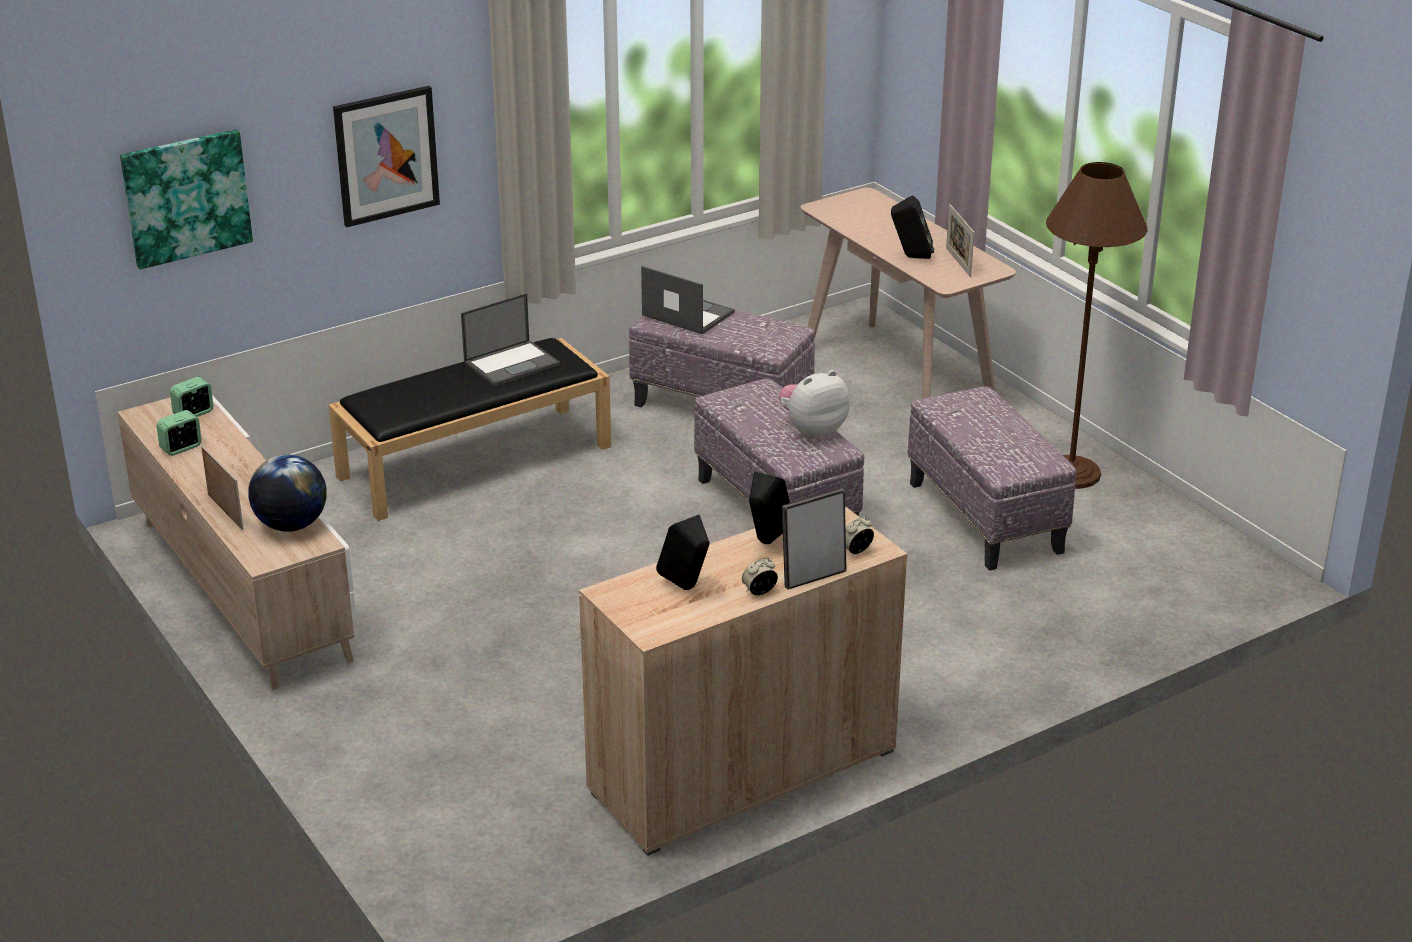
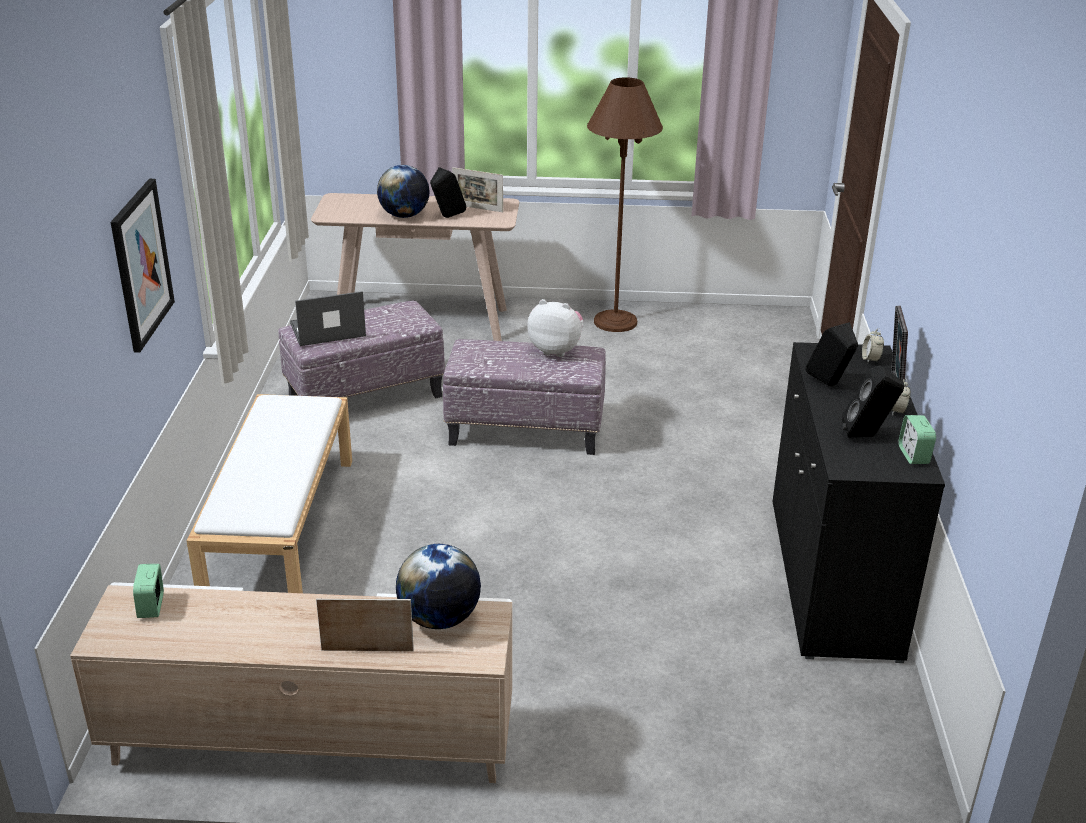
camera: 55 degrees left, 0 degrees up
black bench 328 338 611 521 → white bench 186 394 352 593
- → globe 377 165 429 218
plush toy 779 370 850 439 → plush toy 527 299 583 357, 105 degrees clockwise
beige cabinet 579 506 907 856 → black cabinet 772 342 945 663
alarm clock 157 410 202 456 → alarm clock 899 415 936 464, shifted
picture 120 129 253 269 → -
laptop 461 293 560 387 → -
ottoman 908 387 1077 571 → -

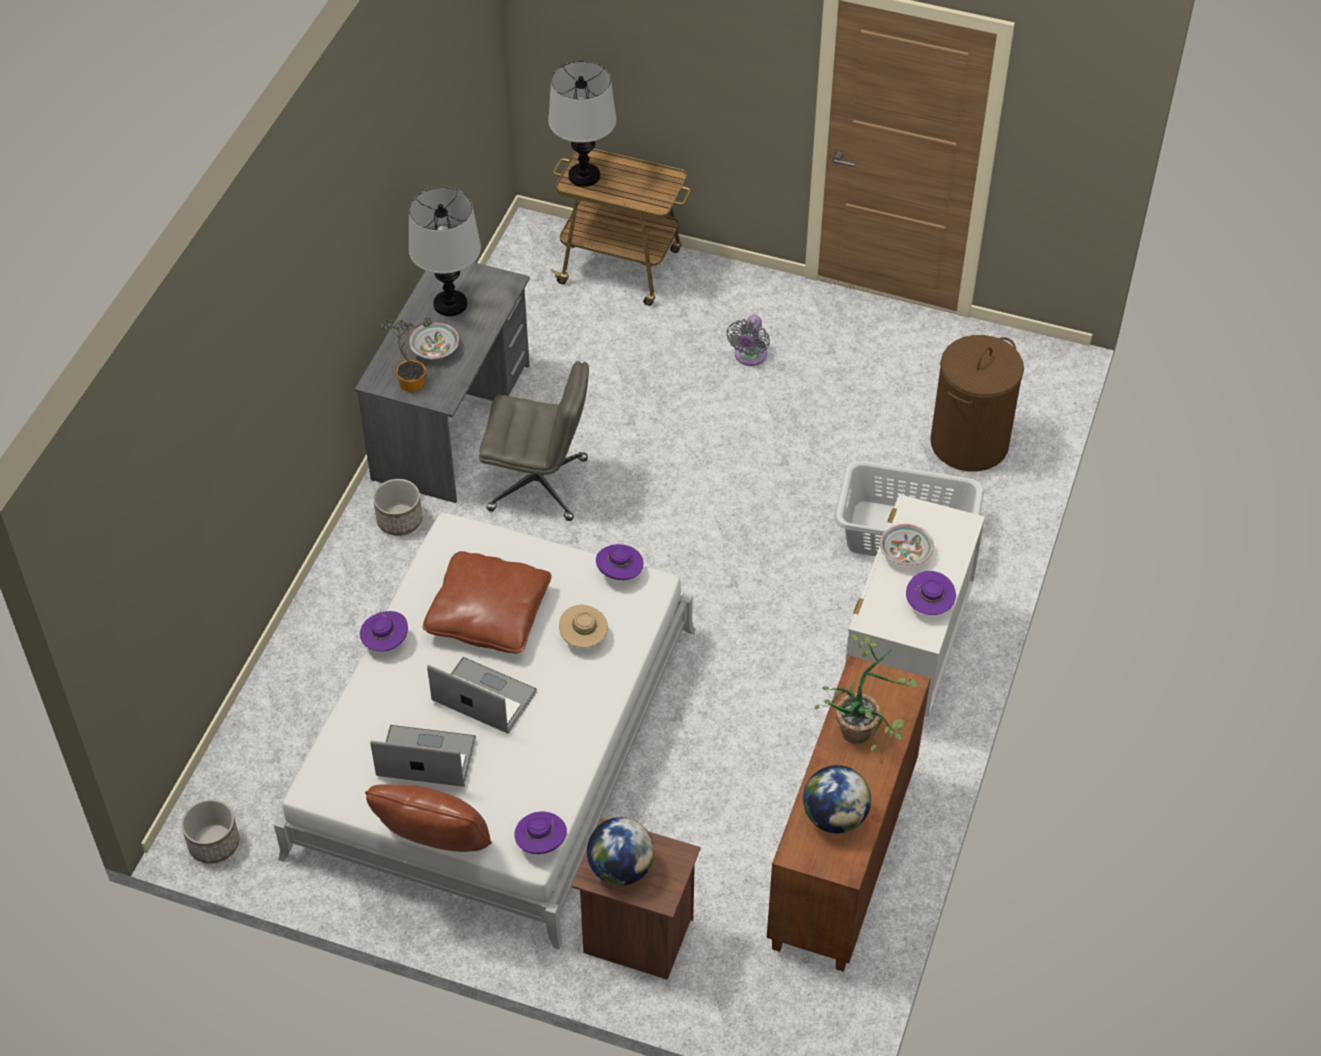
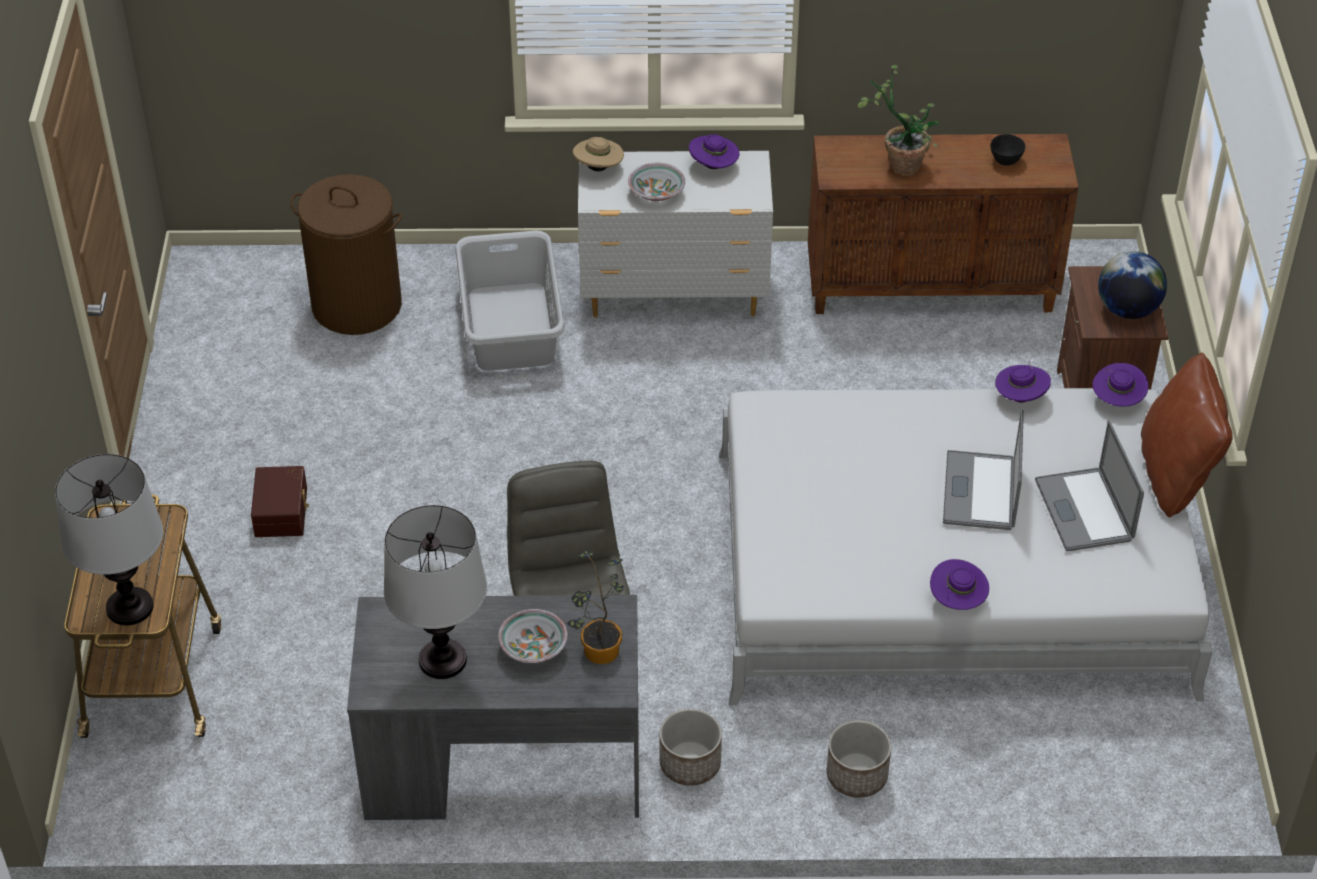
camera: 110 degrees left, 5 degrees down
grey fan 726 315 770 366 → brown storage box 251 466 309 537
beige hat 559 605 608 648 → beige hat 573 137 624 171, shifted
planter 181 799 239 864 → planter 827 720 891 798, shifted
globe 803 765 871 834 → black bowl 990 134 1026 166
purple hat 596 544 644 580 → purple hat 995 361 1051 402, shifted
brown pillow 423 551 552 653 → -

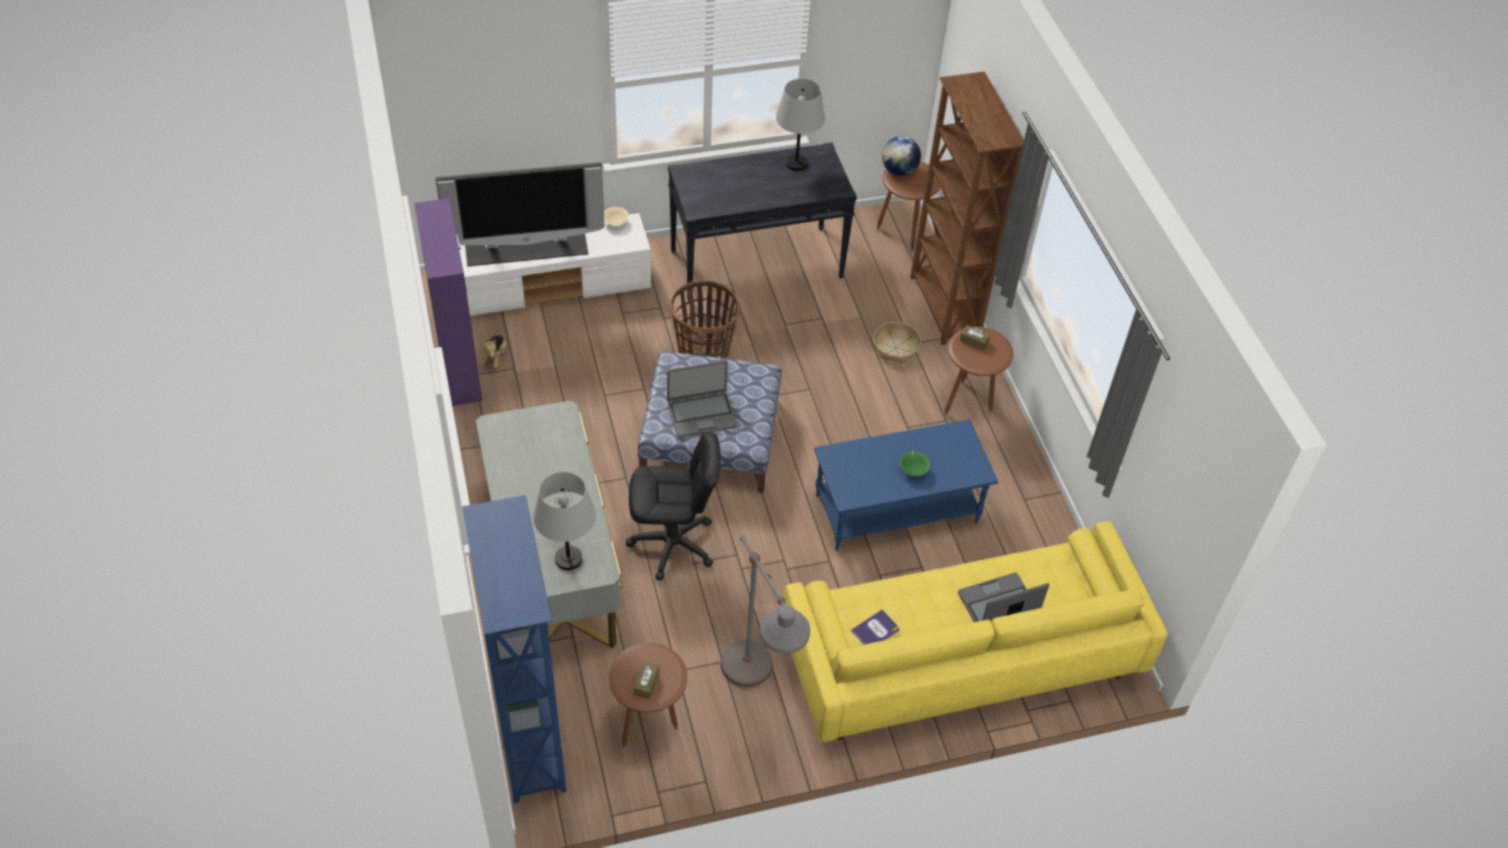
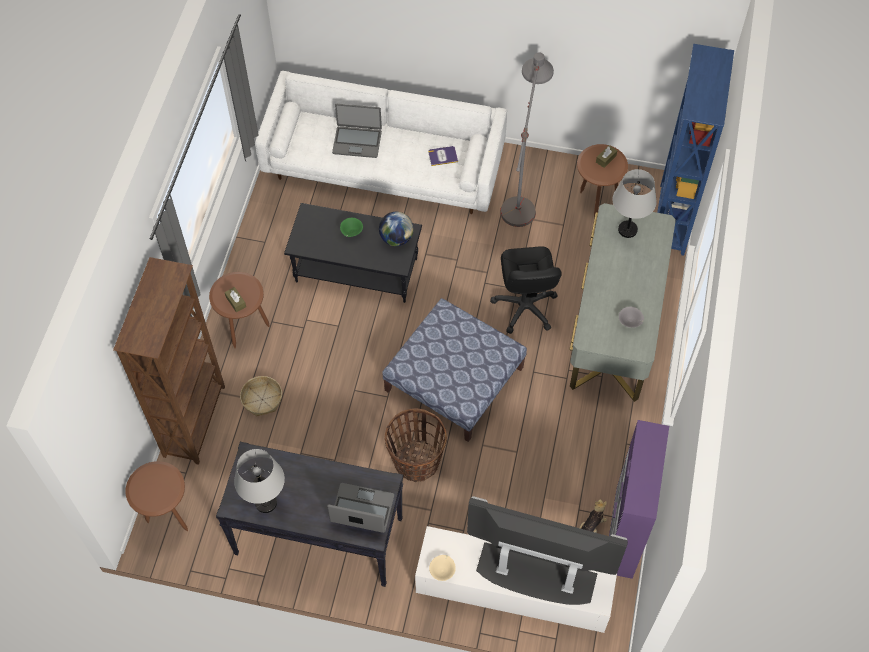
camera: 150 degrees left, 10 degrees up
yellow sofa 784 521 1168 742 → white sofa 255 71 507 214
blue coffee table 814 419 998 551 → black coffee table 284 203 422 303
laptop 667 360 737 438 → laptop 327 483 394 533, shifted
globe 882 136 921 176 → globe 379 212 414 246, shifted
black office chair 626 432 721 581 → black office chair 490 246 562 334, 120 degrees counterclockwise
- → grey bowl 619 306 644 328

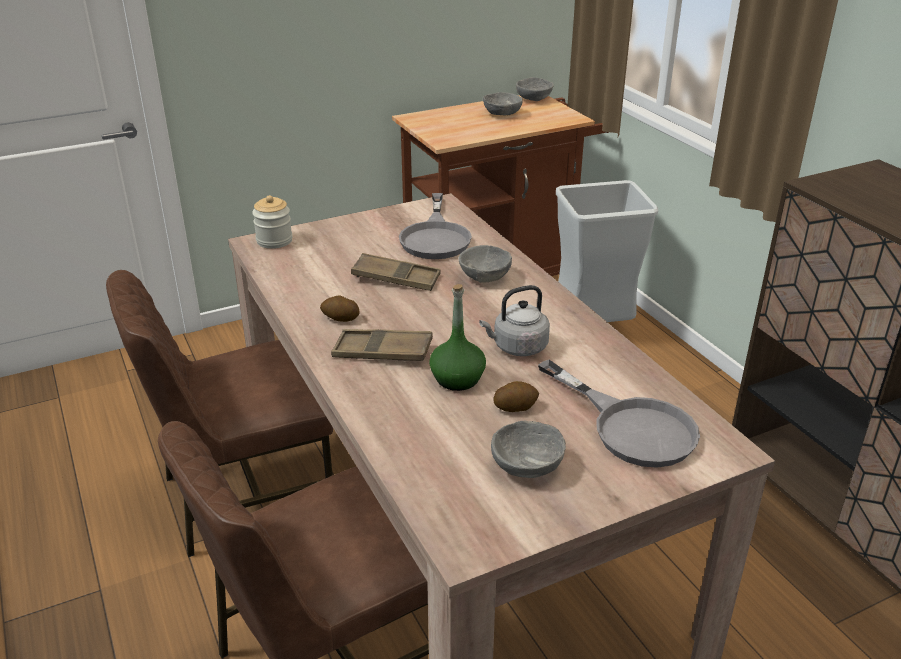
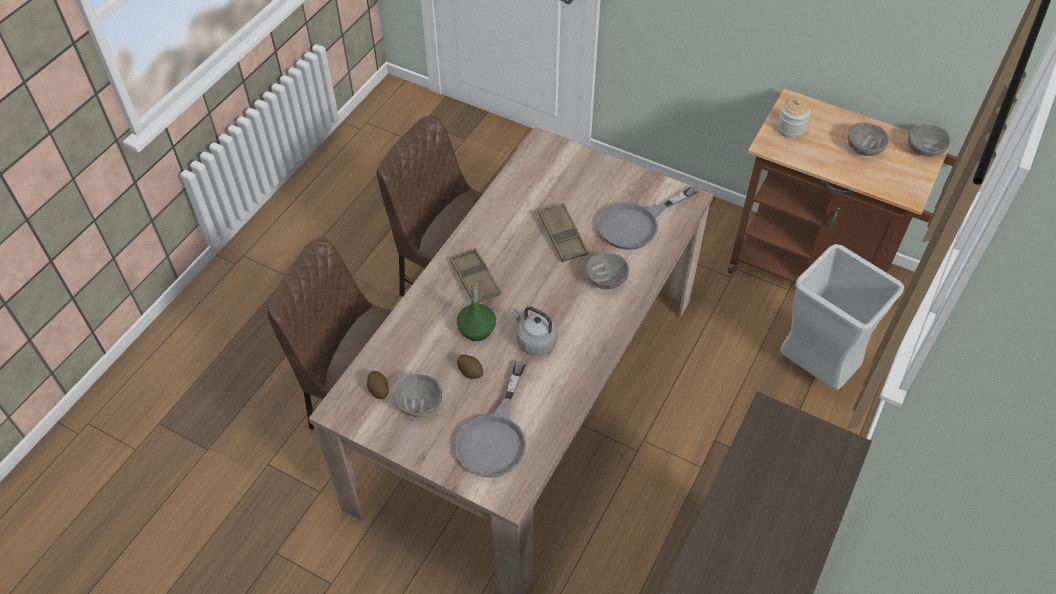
camera: 55 degrees right, 20 degrees up
potato 320 295 360 322 → potato 367 371 389 399, shifted
jar 252 195 292 249 → jar 777 97 811 138, shifted

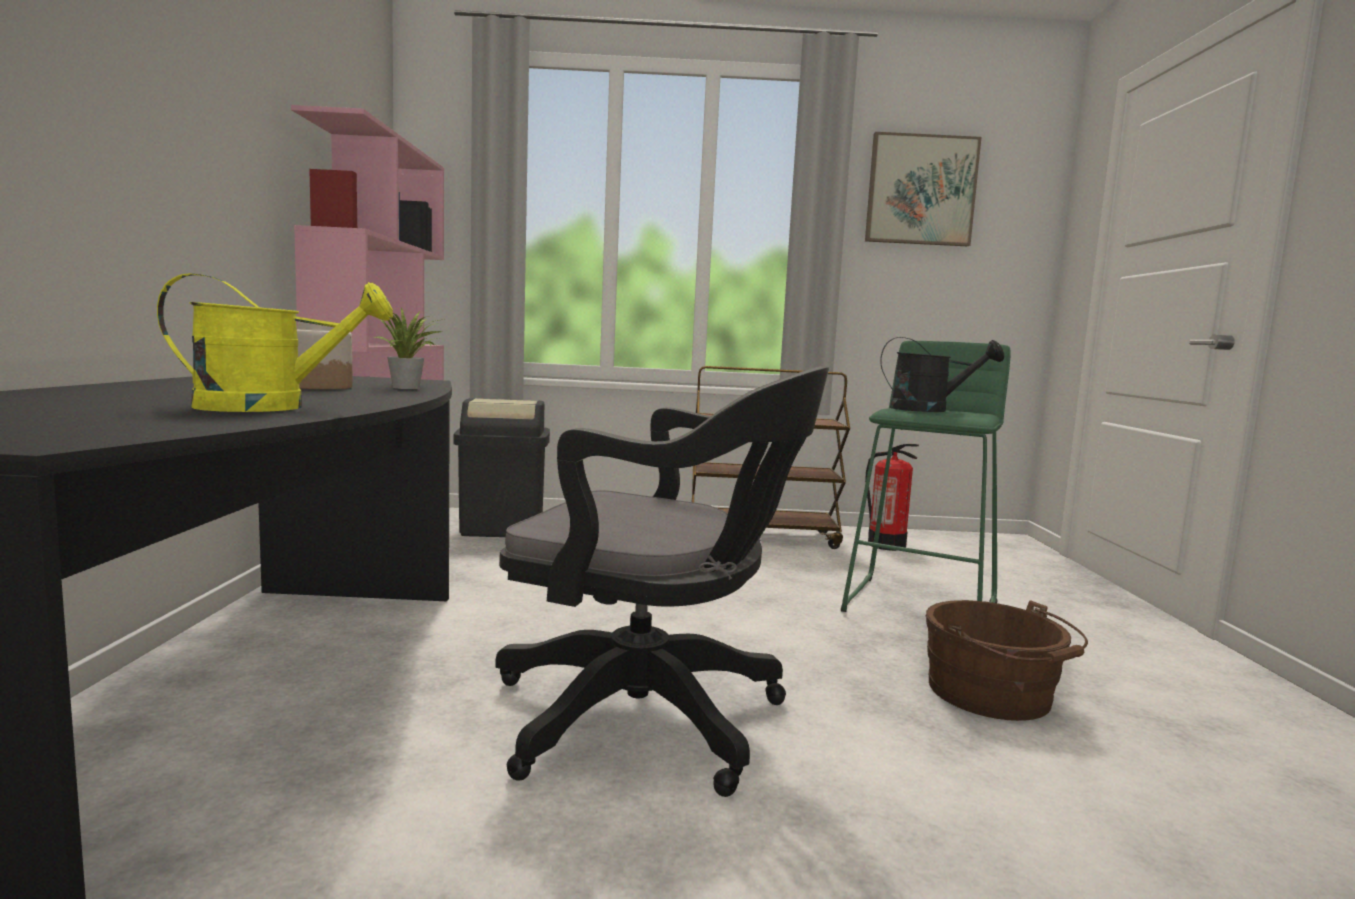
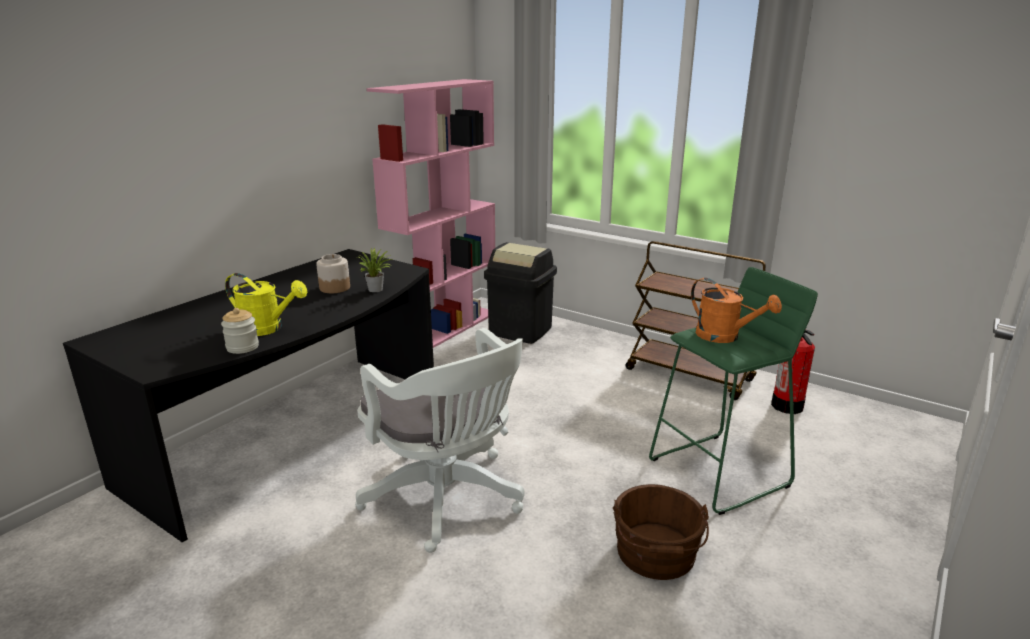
camera: 35 degrees right, 15 degrees up
- → jar 221 308 259 354
black office chair 495 366 829 797 → white office chair 355 328 525 553
black watering can 880 337 1004 412 → orange watering can 691 278 782 343
picture 865 132 982 246 → -

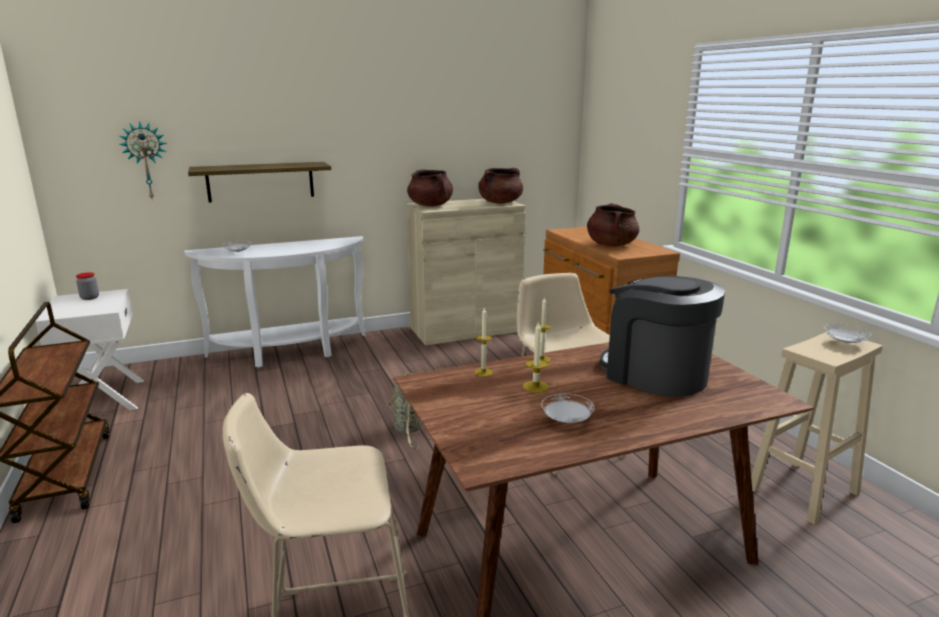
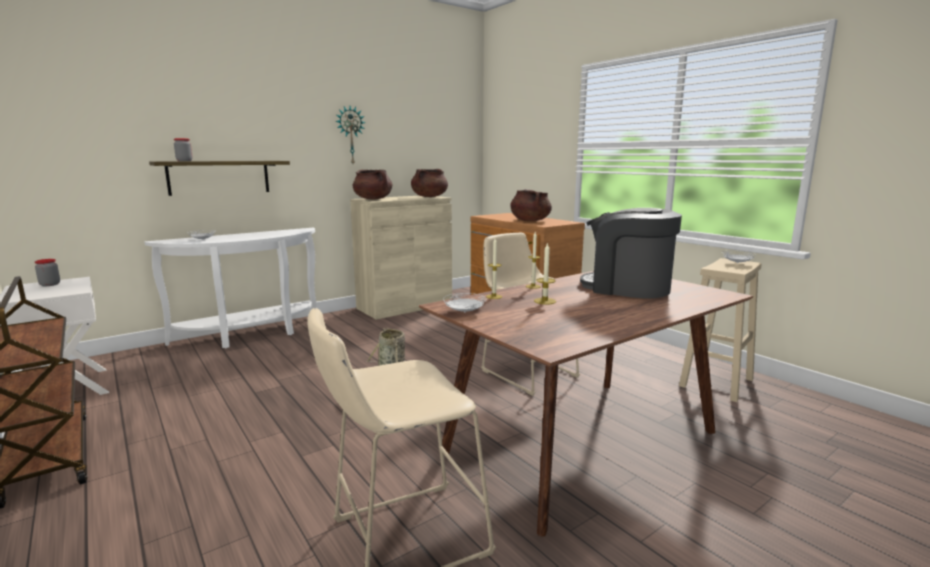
camera: 15 degrees left, 5 degrees down
- → jar 174 138 193 161
wall clock 119 121 167 201 → wall clock 336 106 366 164, shifted
white plate 541 394 595 423 → white plate 443 293 486 313, shifted

